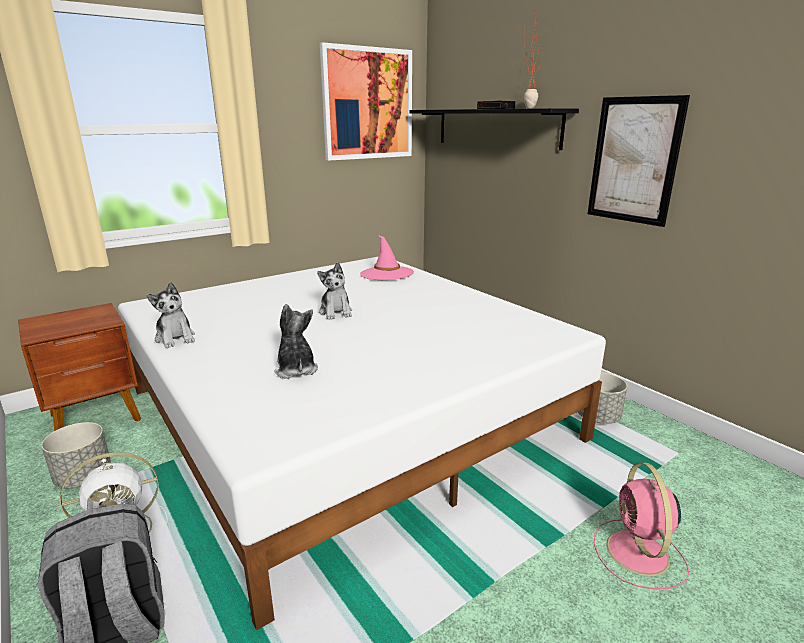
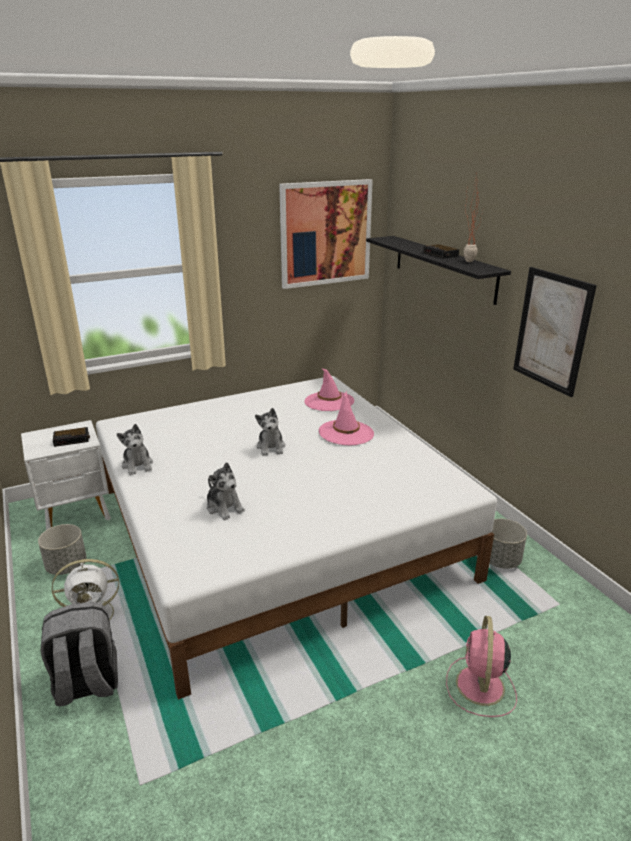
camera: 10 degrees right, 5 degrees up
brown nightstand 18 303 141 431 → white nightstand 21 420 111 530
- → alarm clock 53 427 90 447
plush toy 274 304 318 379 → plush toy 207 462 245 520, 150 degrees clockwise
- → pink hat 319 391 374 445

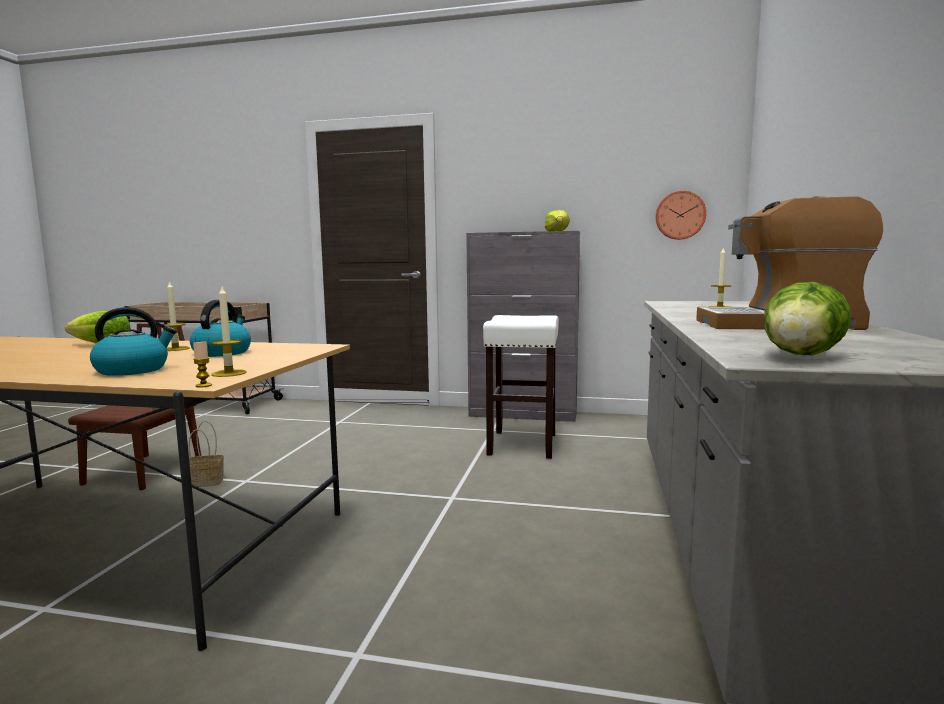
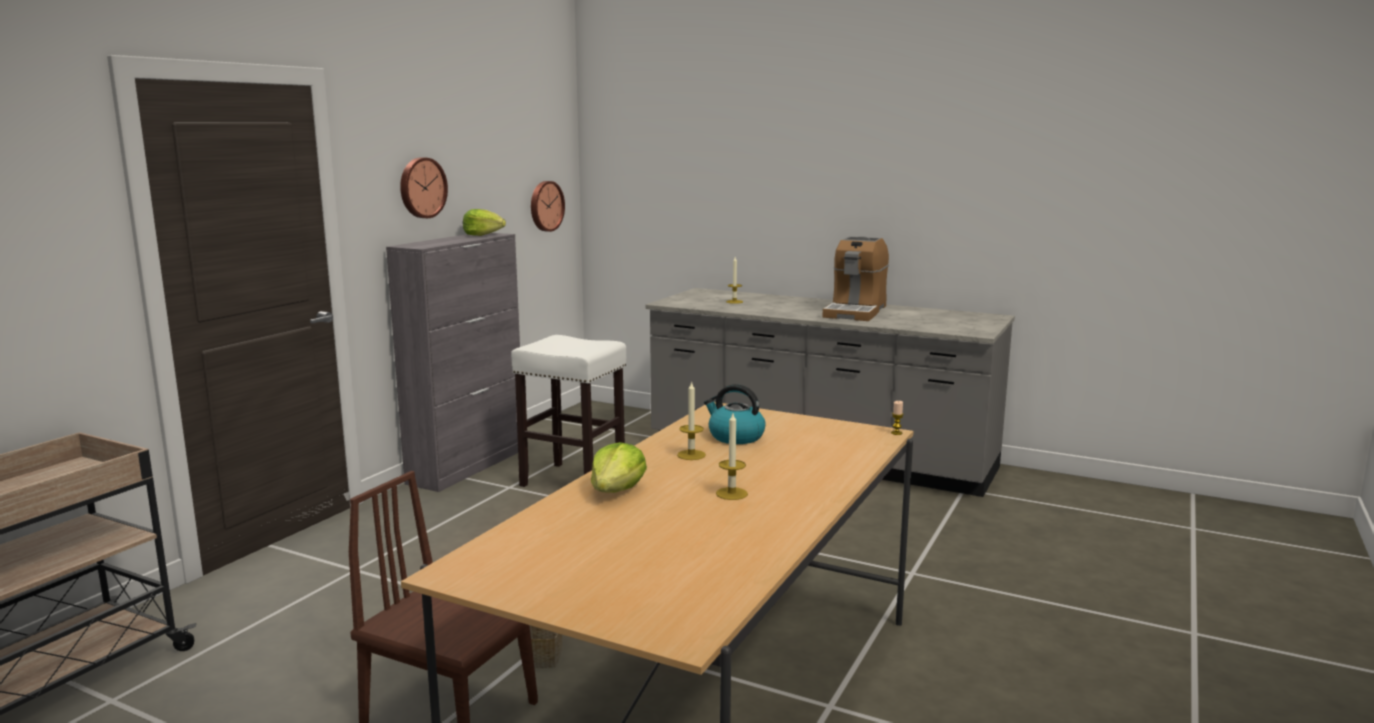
camera: 75 degrees left, 5 degrees up
- → wall clock 400 157 448 218
candle 211 287 246 377 → candle 716 413 748 500, shifted
kettle 90 307 177 376 → -
lettuce 764 282 851 355 → -

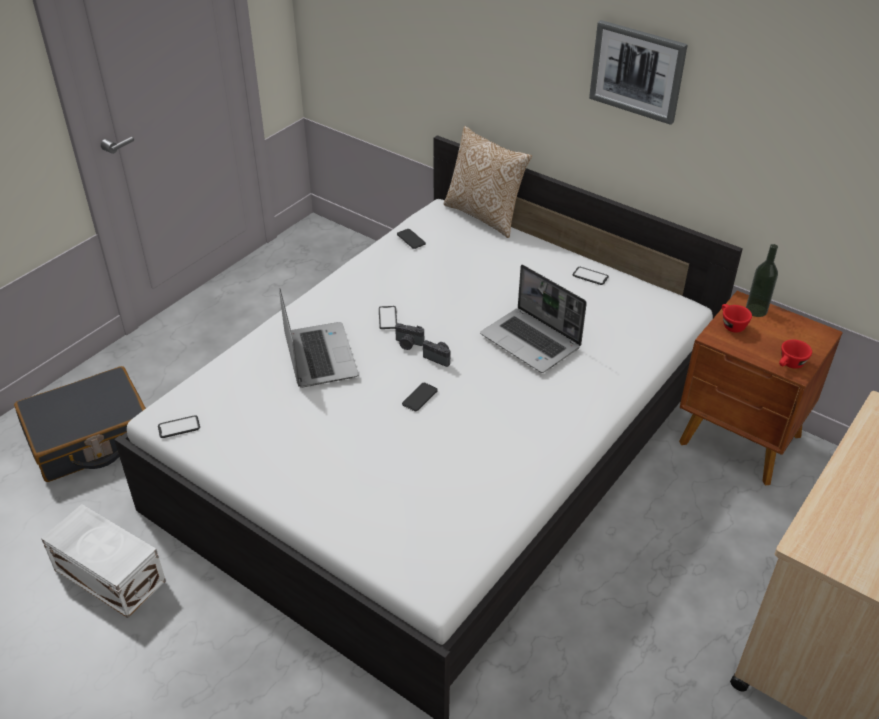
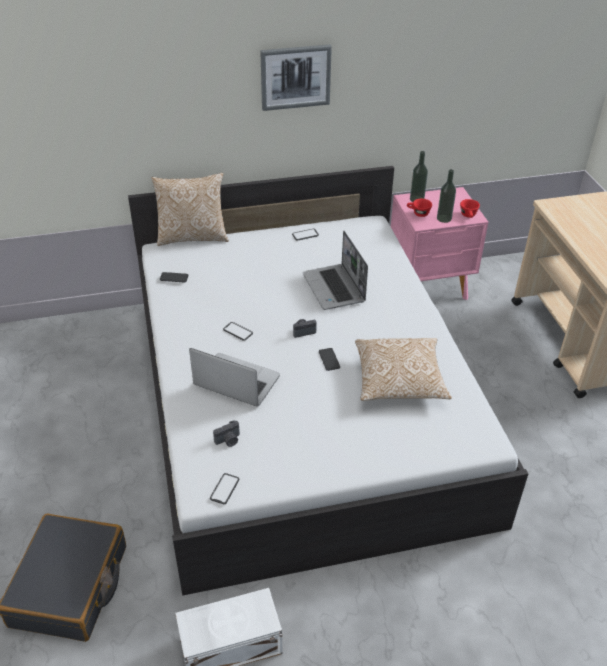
camera: 50 degrees left, 0 degrees up
photo camera 395 323 424 350 → photo camera 213 420 240 447, shifted
laptop 480 264 587 373 → laptop 303 231 368 310, 75 degrees clockwise
- → pillow 355 338 452 401
brown nightstand 679 291 843 485 → pink nightstand 391 187 488 300
- → bottle 437 169 456 223

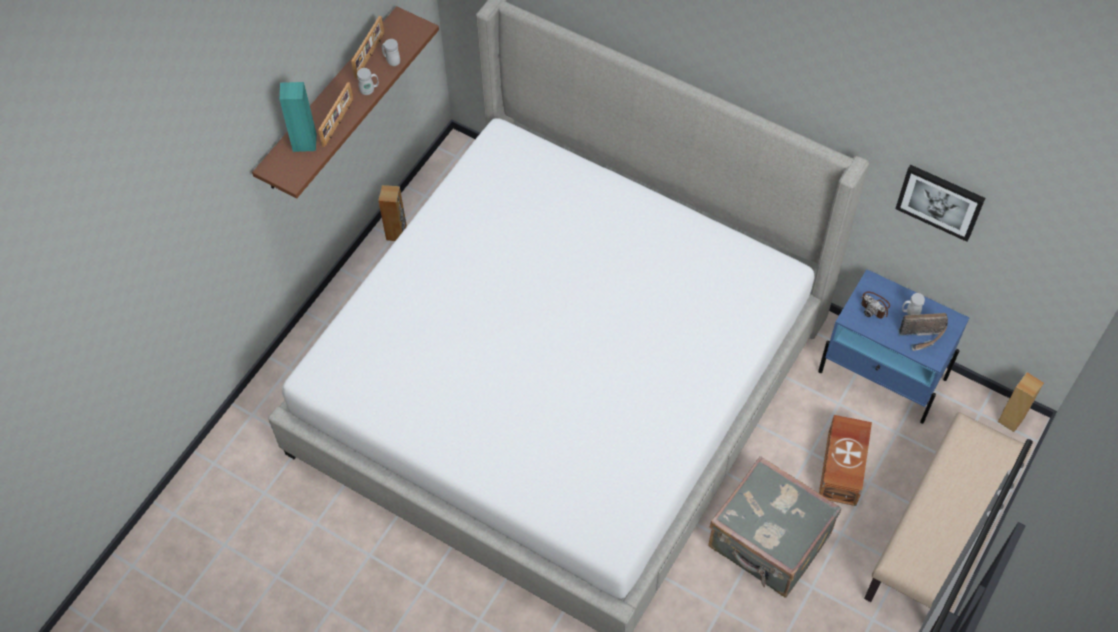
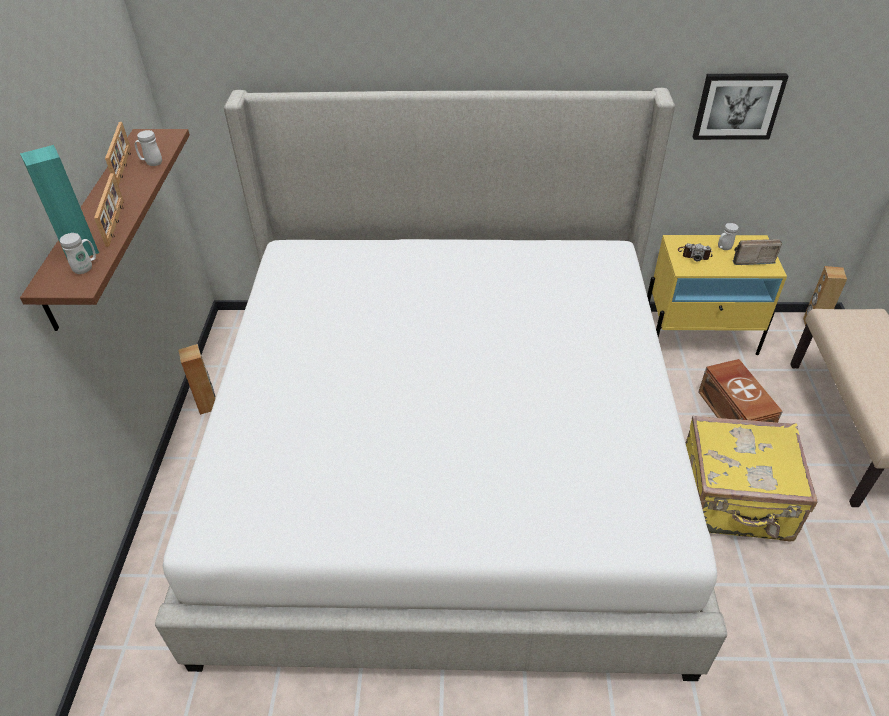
camera: 30 degrees left, 15 degrees down
white mug 357 68 379 95 → white mug 60 233 96 274, shifted
blue nightstand 818 269 969 424 → yellow nightstand 647 235 787 355
grey suitcase 708 456 841 598 → yellow suitcase 686 416 818 541
radio 898 313 948 351 → radio 733 239 782 265, 150 degrees counterclockwise

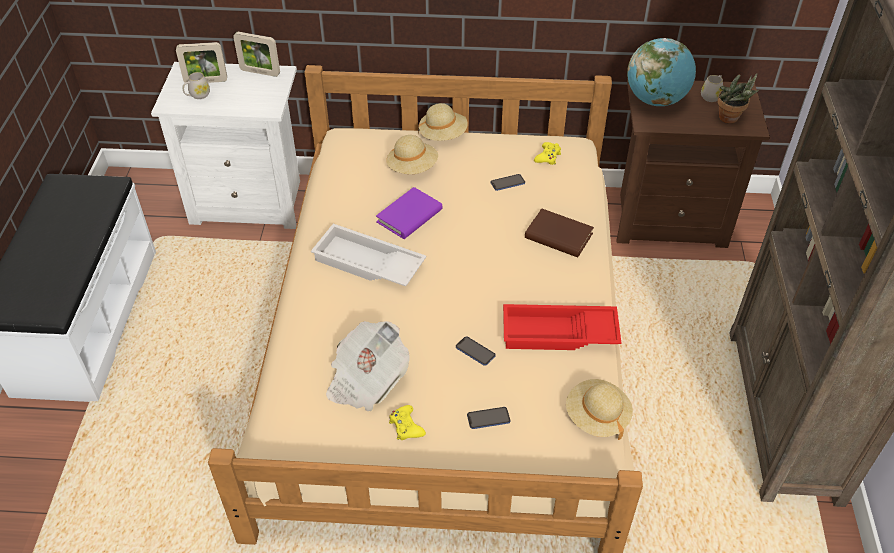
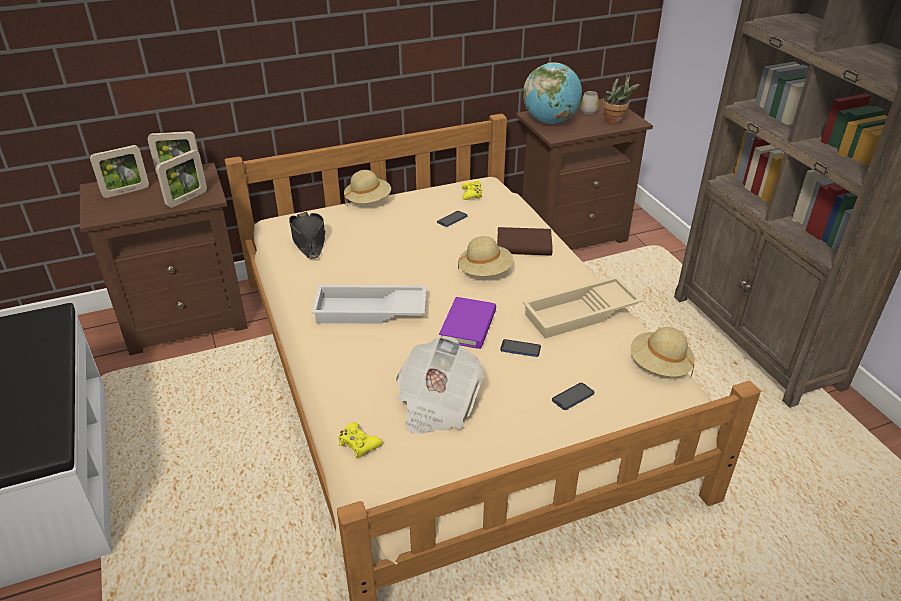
camera: 25 degrees left, 10 degrees down
white nightstand 151 62 300 229 → brown nightstand 80 163 248 355
- → picture frame 156 150 207 208
- → black hat 289 212 326 259
yellow game controller 389 405 426 440 → yellow game controller 338 422 383 458, shifted
purple book 376 187 443 239 → purple book 439 297 496 349, shifted
beige hat 386 135 438 174 → beige hat 458 236 513 276, shifted
red tray 503 304 621 350 → beige tray 523 276 642 339
white mug 182 72 210 99 → -

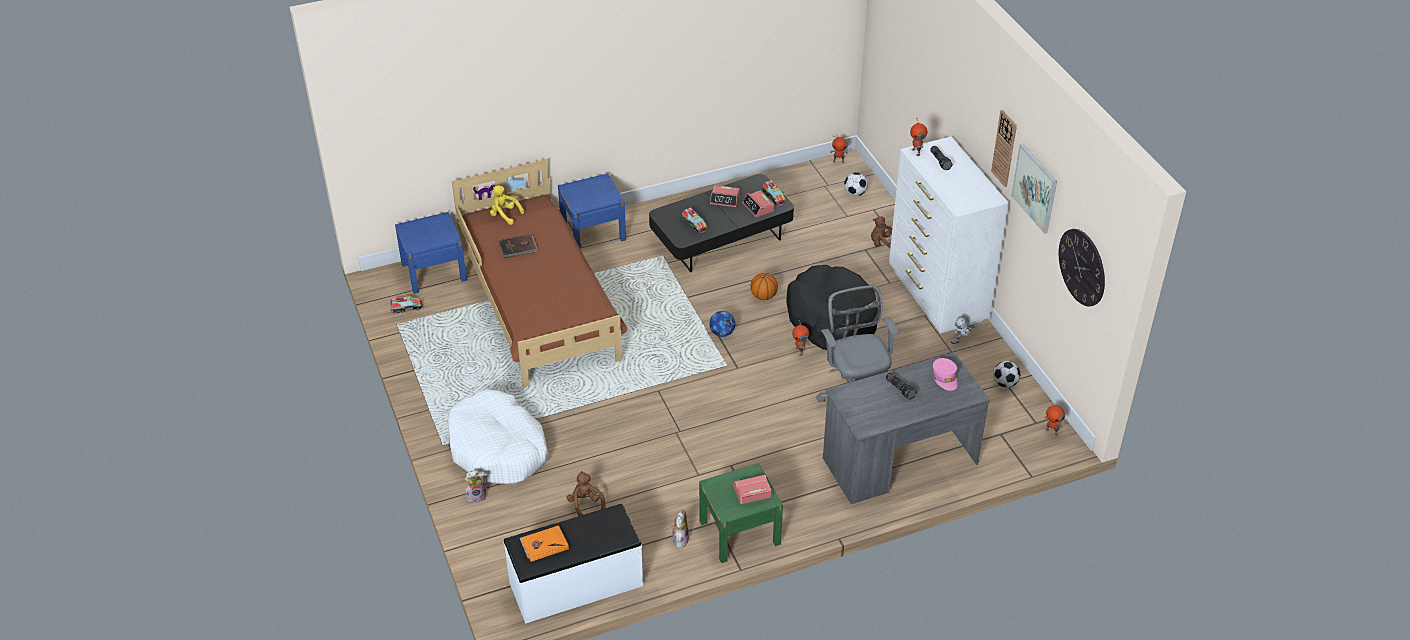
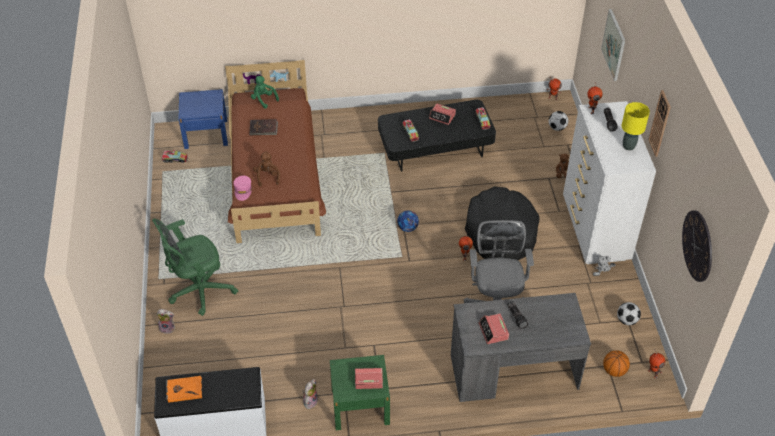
camera: 15 degrees right, 5 degrees up
white dog bed 448 389 549 484 → green office chair 152 219 238 316
pink cap 933 358 958 391 → pink cap 233 175 252 201, shifted
yellow plush toy 490 185 524 225 → green plush toy 251 76 279 109
brown plush toy 566 471 605 516 → brown plush toy 253 151 280 187, shifted
alarm clock 742 190 774 217 → alarm clock 478 313 509 344, shifted
picture 1011 144 1057 234 → picture 601 9 626 81, shifted
basketball 750 273 778 300 → basketball 603 351 630 377, shifted
- → yellow table lamp 622 102 650 151
blue nightstand 558 173 626 249 → -

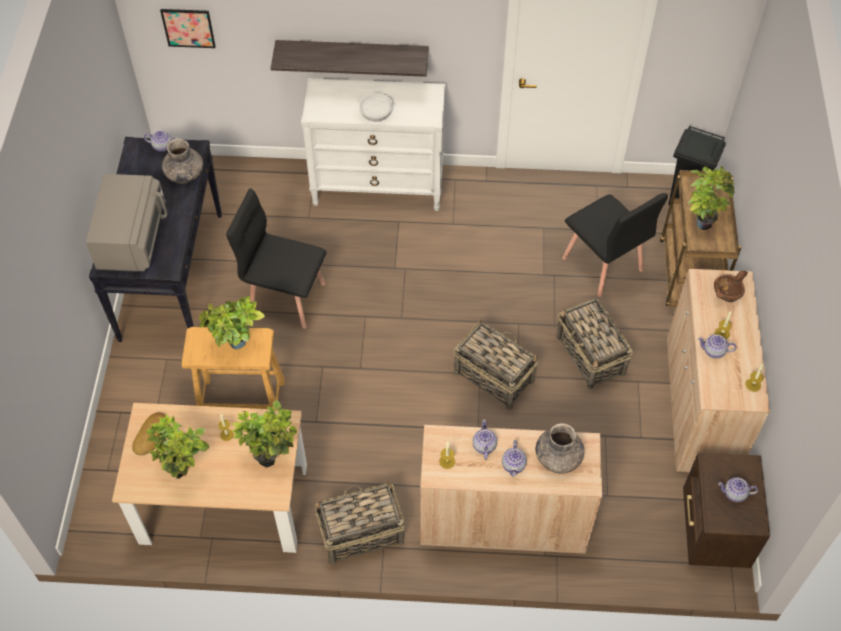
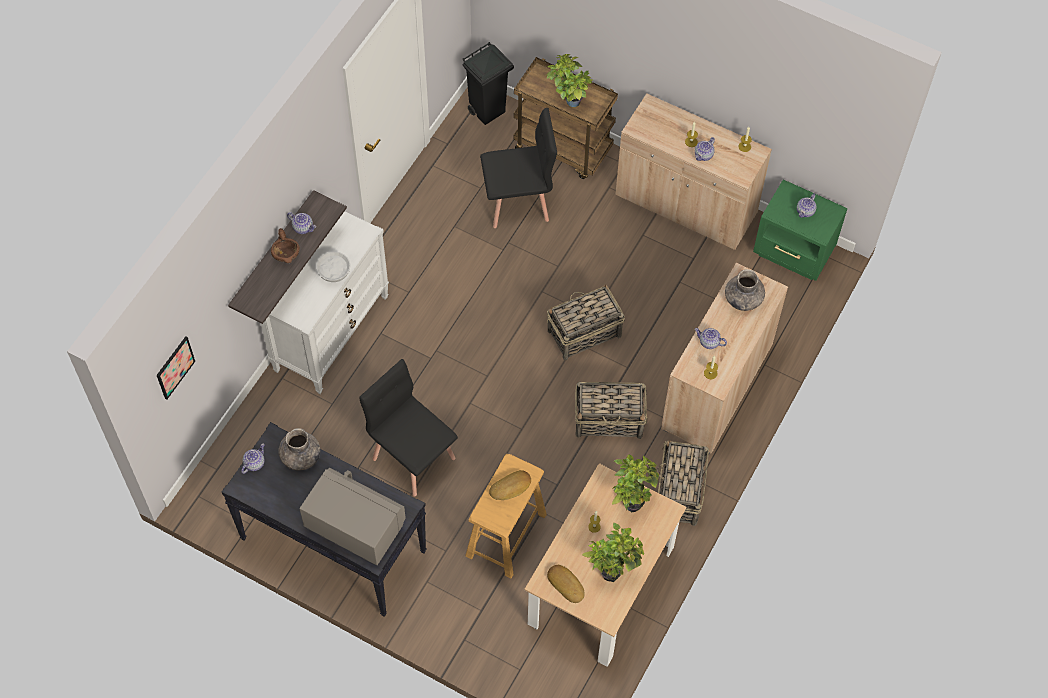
camera: 65 degrees left, 5 degrees up
brown bowl 714 271 748 302 → brown bowl 271 228 300 263, shifted
teapot 502 440 527 477 → teapot 287 212 316 234, shifted
black chair 226 188 327 329 → black chair 359 359 458 497, 90 degrees clockwise
potted plant 199 296 265 350 → bread 489 470 531 500
basket 556 299 633 390 → basket 575 382 647 439, shifted
brown nightstand 683 452 770 568 → green nightstand 753 179 848 281

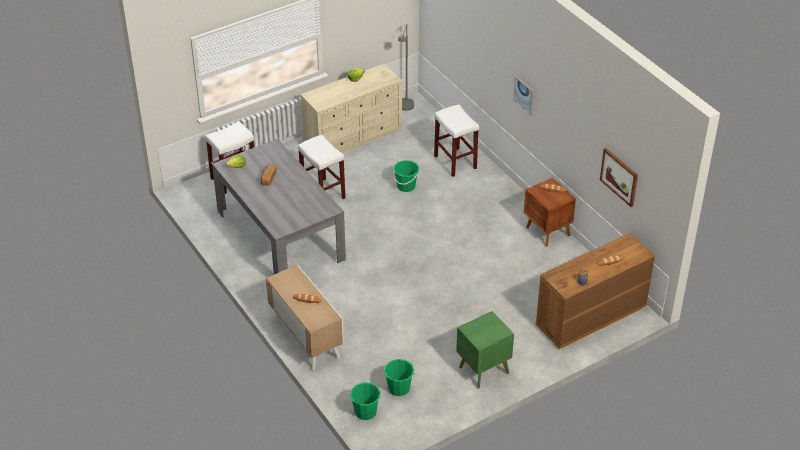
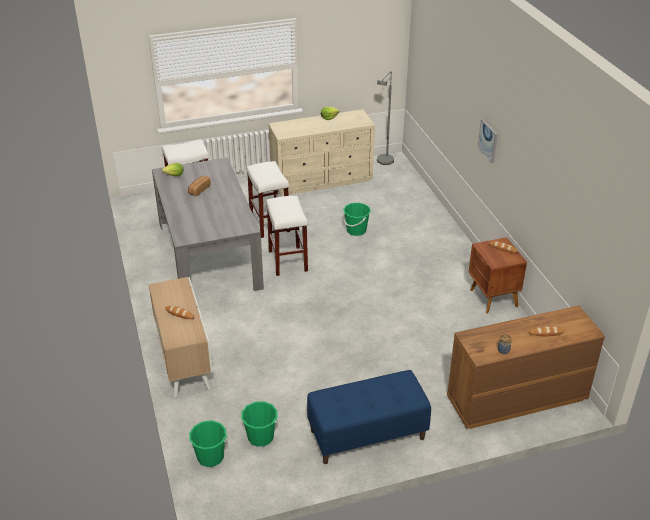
camera: 15 degrees right, 5 degrees down
white stool 434 105 479 177 → white stool 266 196 308 276, shifted
green nightstand 456 311 514 388 → blue bench 307 370 431 464
picture 600 148 638 207 → -

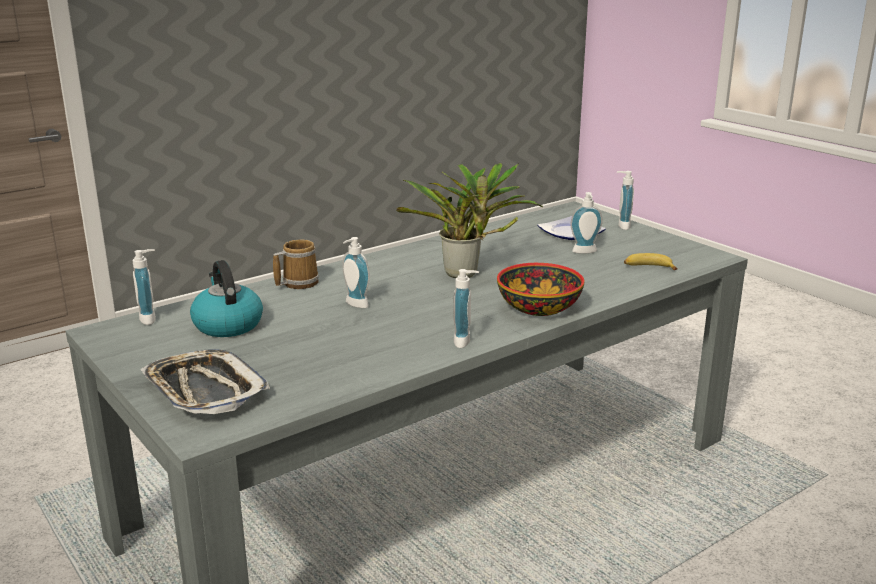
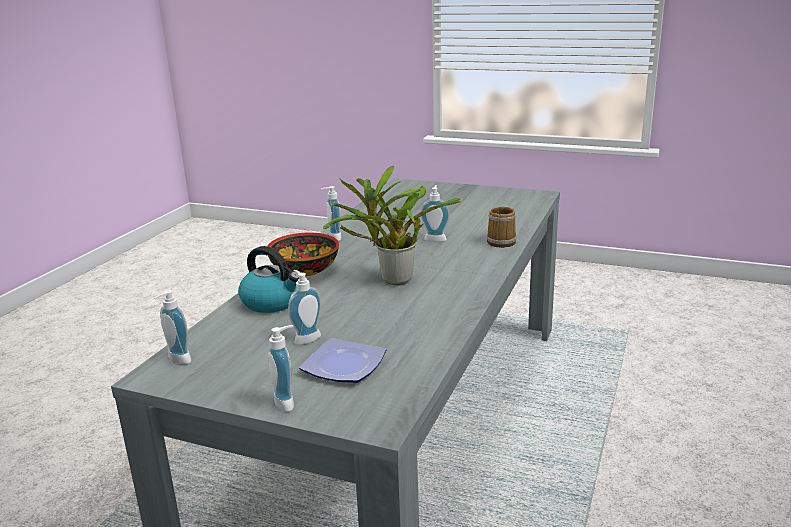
camera: 150 degrees right, 0 degrees up
soap dispenser 132 249 156 325 → soap dispenser 154 290 191 364, shifted
kettle 190 260 263 337 → kettle 238 246 299 313, shifted
tray 140 349 270 414 → -
banana 624 253 678 270 → -

